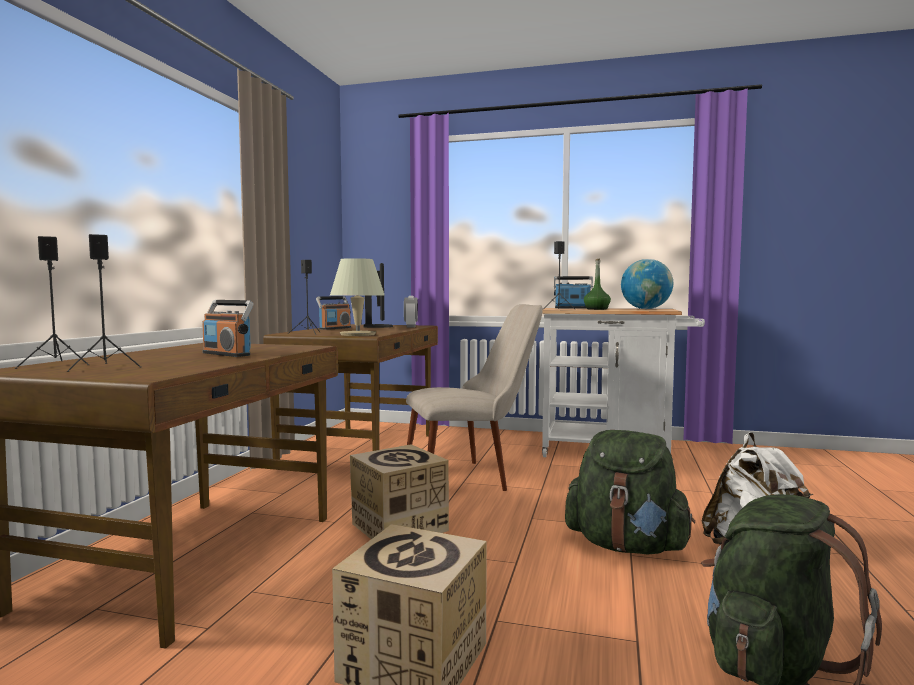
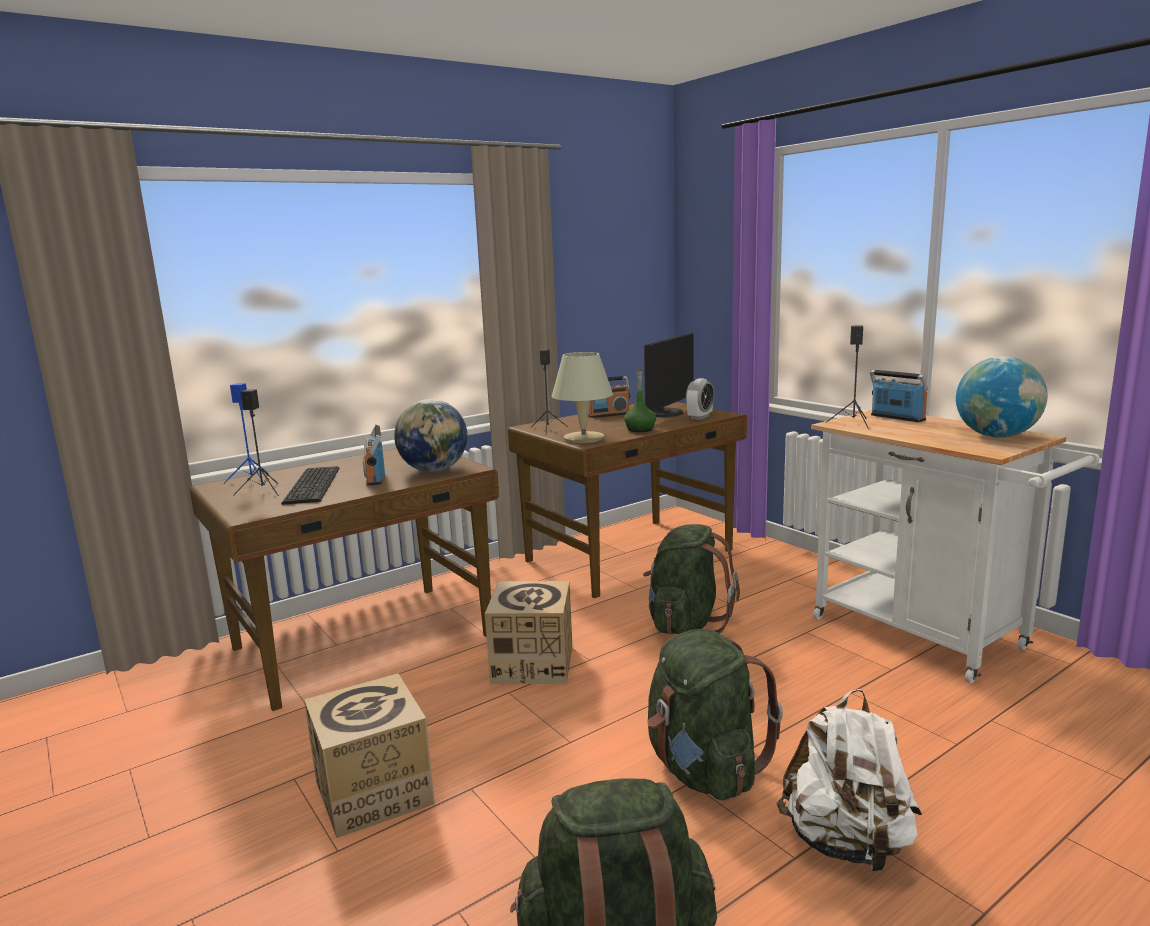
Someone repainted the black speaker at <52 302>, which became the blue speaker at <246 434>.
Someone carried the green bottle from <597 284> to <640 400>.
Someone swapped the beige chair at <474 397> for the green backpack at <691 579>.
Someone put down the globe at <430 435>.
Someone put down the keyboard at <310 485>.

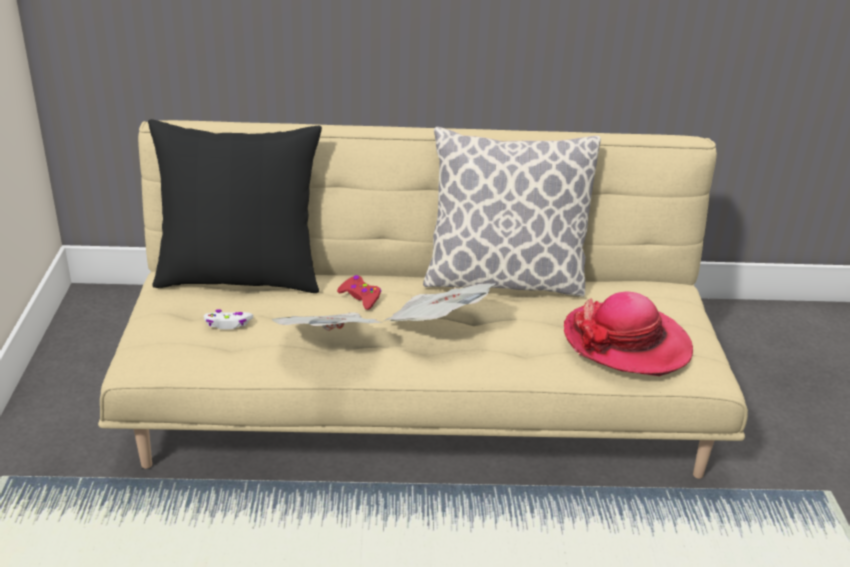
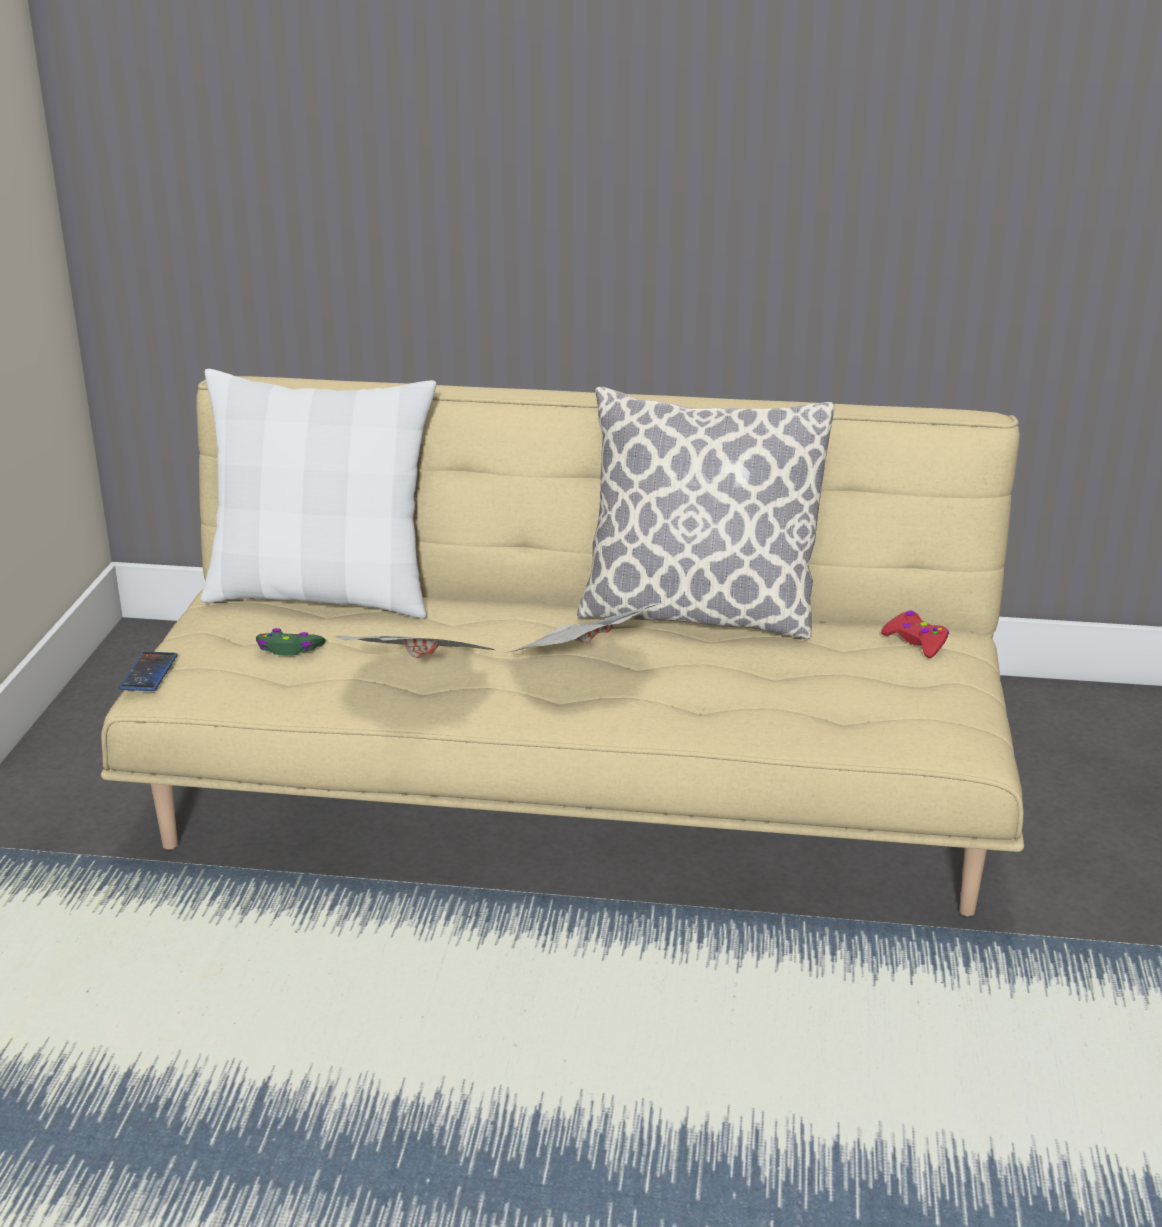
Someone repainted the black pillow at <235 206>, which became the white pillow at <318 494>.
Someone carried the red game controller from <359 292> to <915 634>.
Someone took away the hat at <628 334>.
Someone repainted the white game controller at <228 319>, which became the green game controller at <291 642>.
Someone put down the phone at <148 671>.

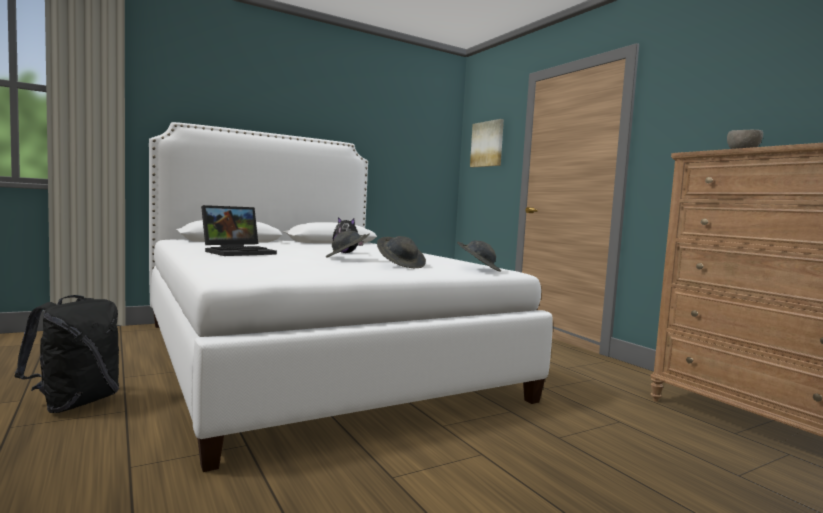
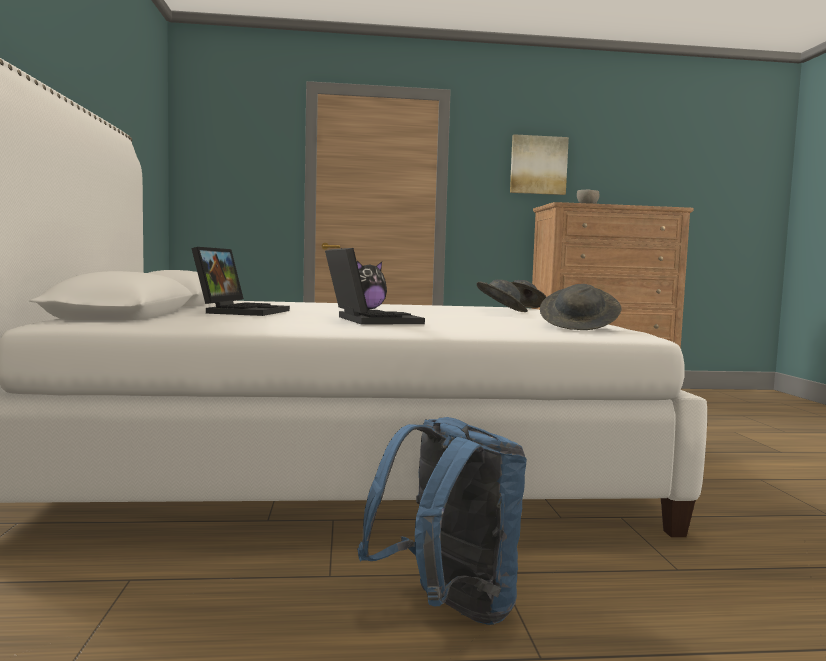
Someone carried the picture from <487 143> to <539 164>.
Someone carried the grey hat from <347 244> to <581 307>.
Someone repainted the black backpack at <67 354>, which became the blue backpack at <442 521>.
Someone put down the laptop at <240 281>.

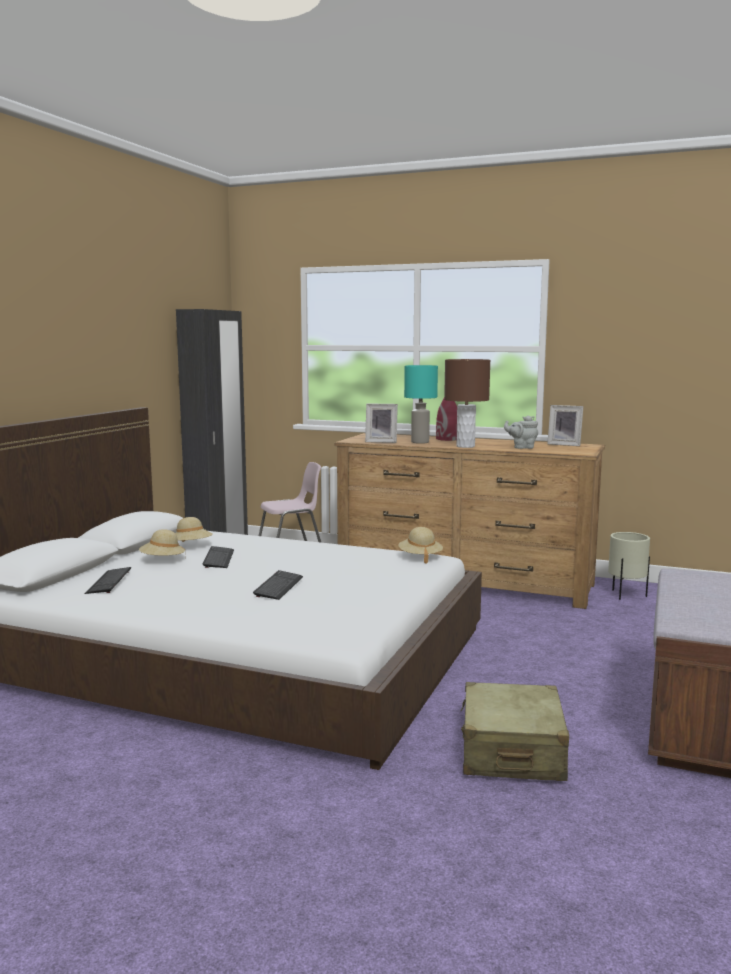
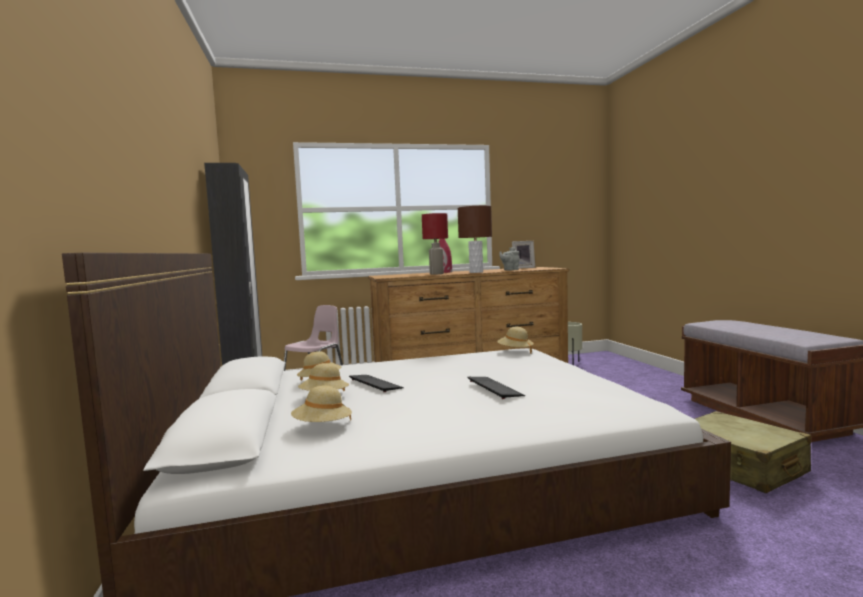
Someone repainted the turquoise table lamp at <421 404>, which became the red table lamp at <435 244>.
Someone took away the picture frame at <381 423>.
Someone swapped the keyboard at <107 580> for the beige hat at <321 403>.

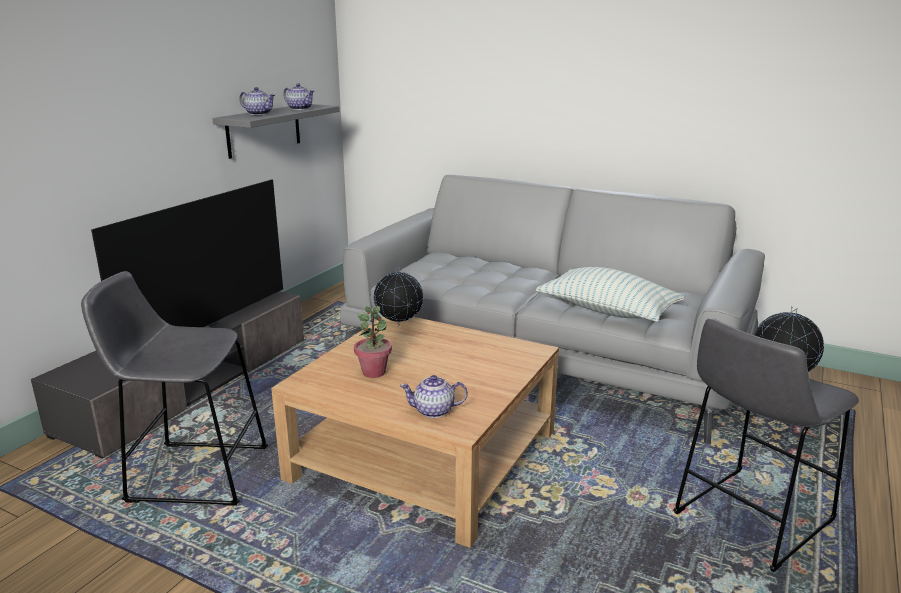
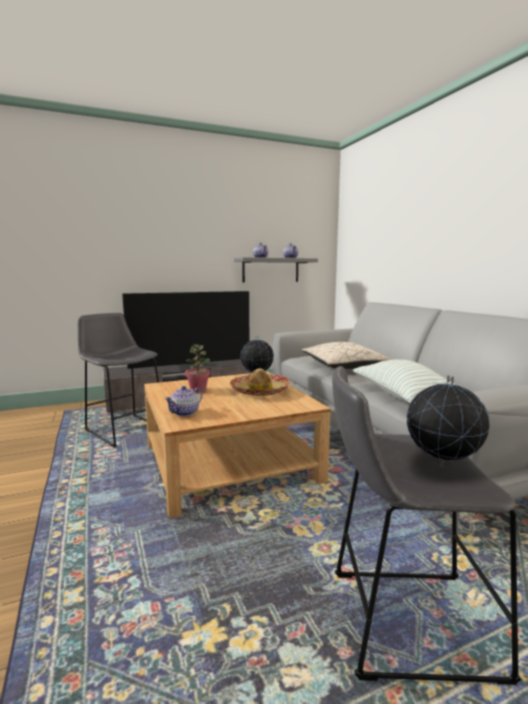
Someone rotated the teapot at <434 396> by 90 degrees counterclockwise.
Someone put down the beige pillow at <347 355>.
Someone put down the hat at <260 382>.

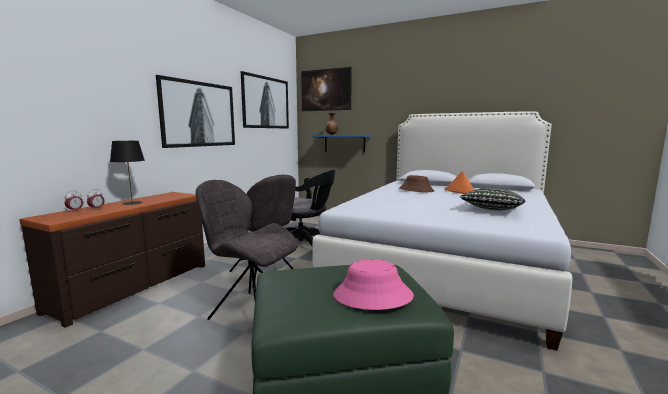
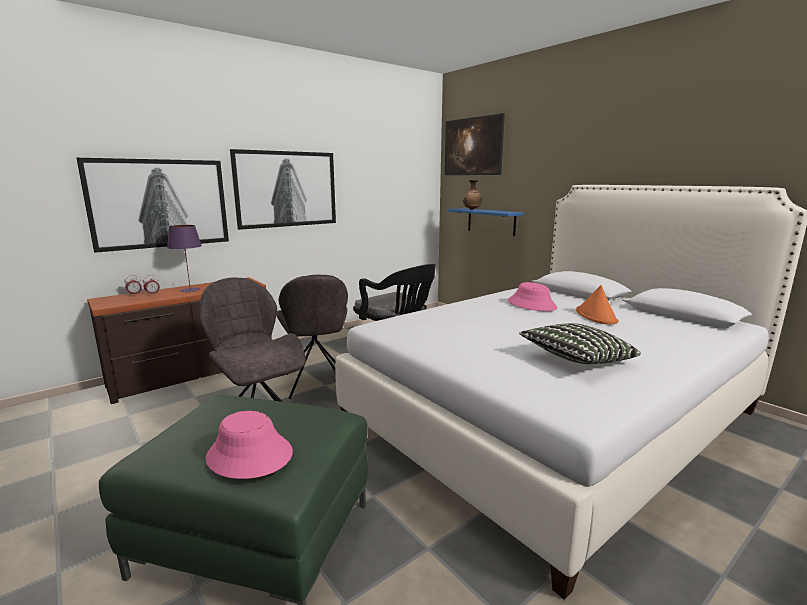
Someone carried the picture from <265 100> to <153 205>.
Someone repainted the black table lamp at <127 173>, which became the purple table lamp at <184 258>.
Someone repainted the brown hat at <416 183>, which became the pink hat at <532 296>.

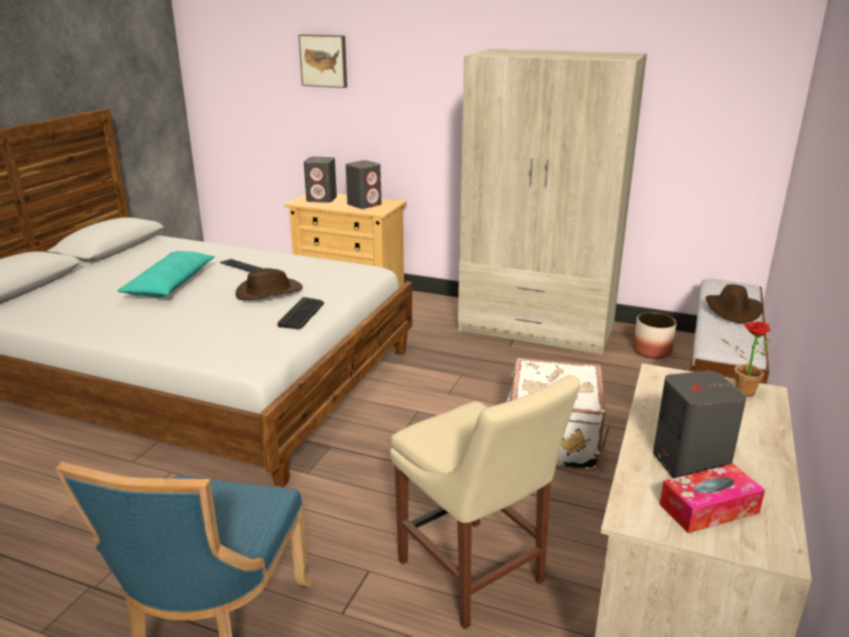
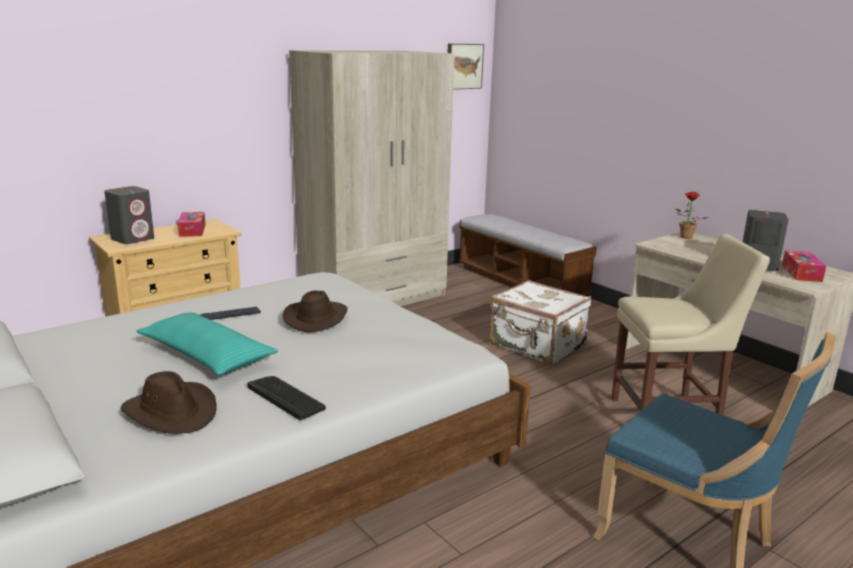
Someone carried the picture from <323 61> to <466 67>.
Someone swapped the grey speaker at <363 184> for the tissue box at <191 224>.
Someone carried the brown hat from <734 303> to <168 402>.
Someone carried the keyboard from <300 313> to <286 398>.
Someone took away the planter at <655 335>.

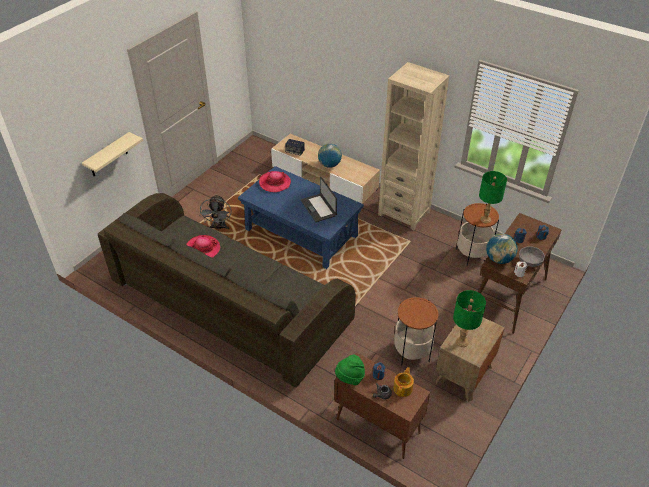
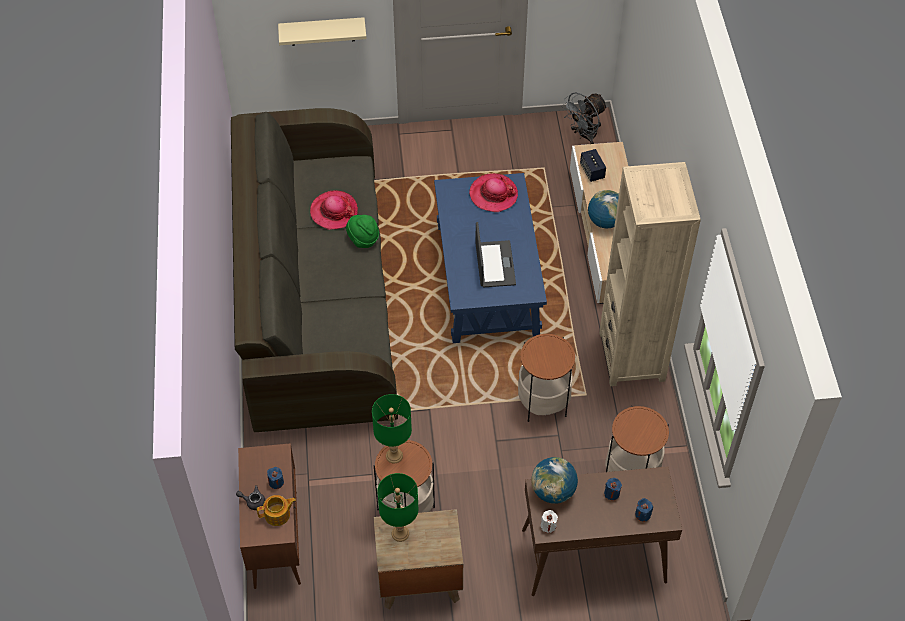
Someone carried the green table lamp from <493 197> to <392 428>.
Someone rotated the laptop at <319 199> by 150 degrees clockwise.
Someone carried the grey fan from <216 212> to <584 118>.
Someone took away the grey bowl at <532 256>.
Someone carried the green hat from <350 370> to <362 231>.
Someone put down the side table at <546 378>.

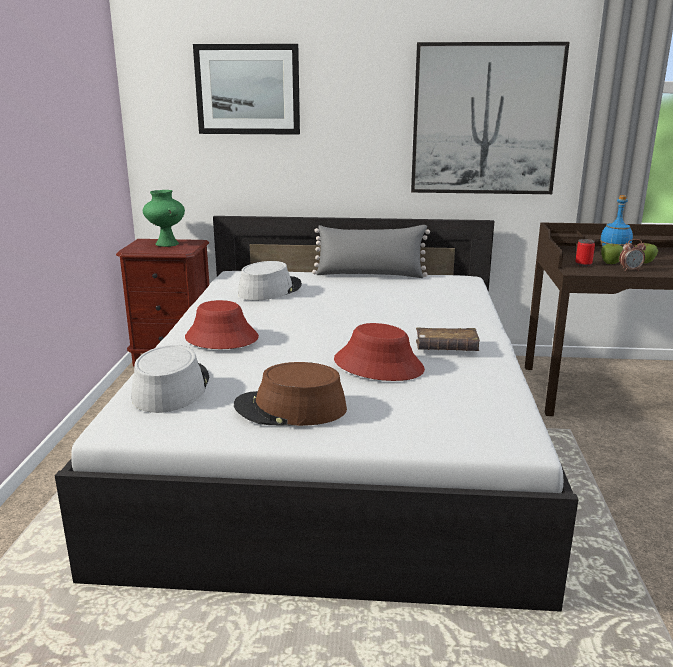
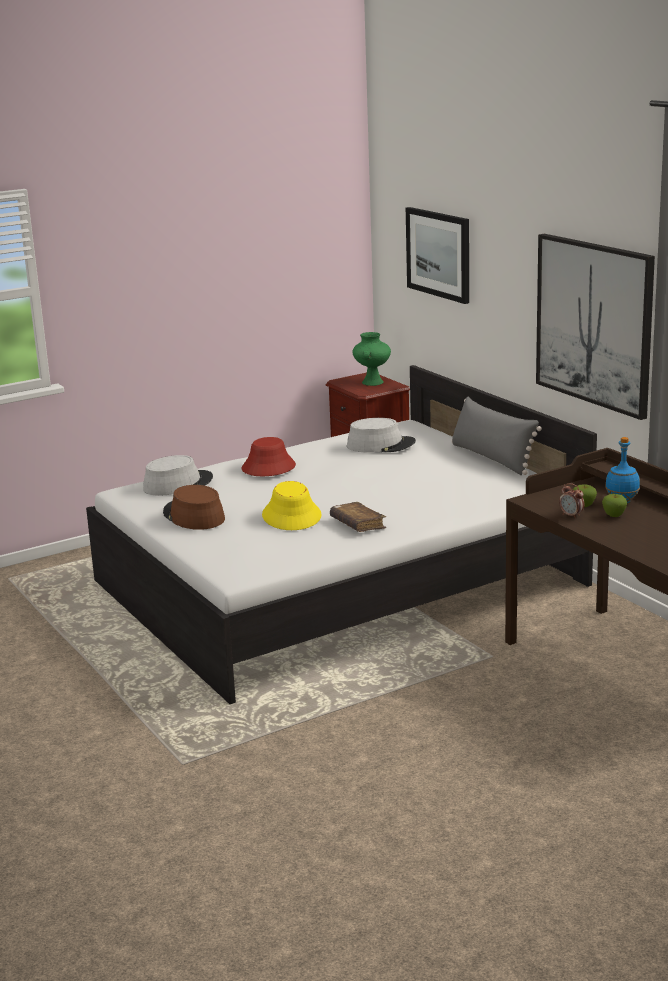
Someone took away the can at <585 252>.
Someone repainted the red hat at <379 352>, which became the yellow hat at <292 505>.

